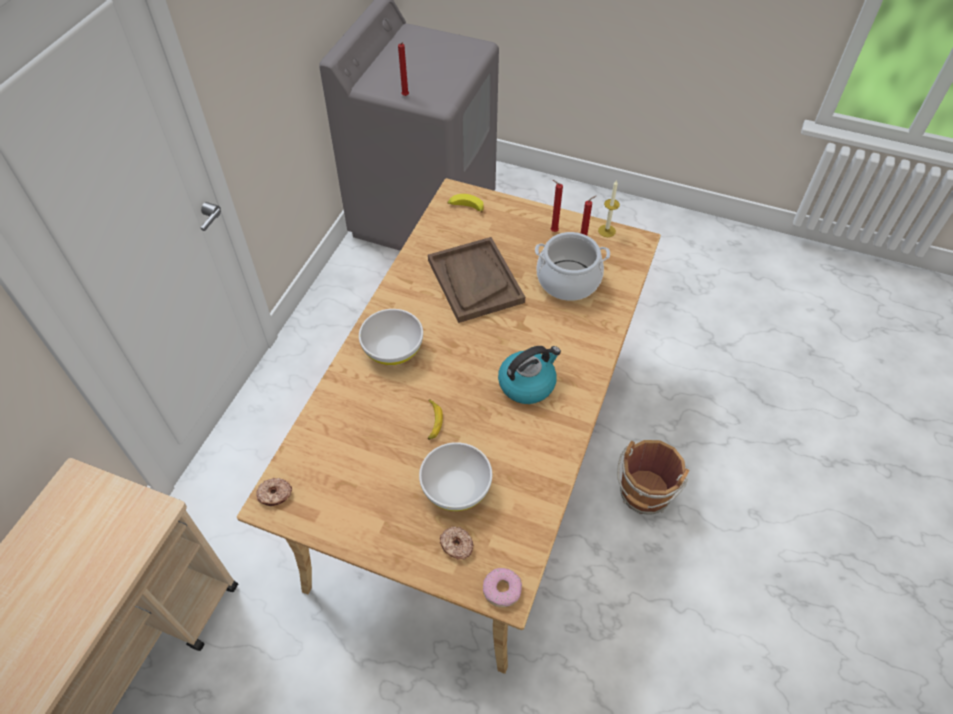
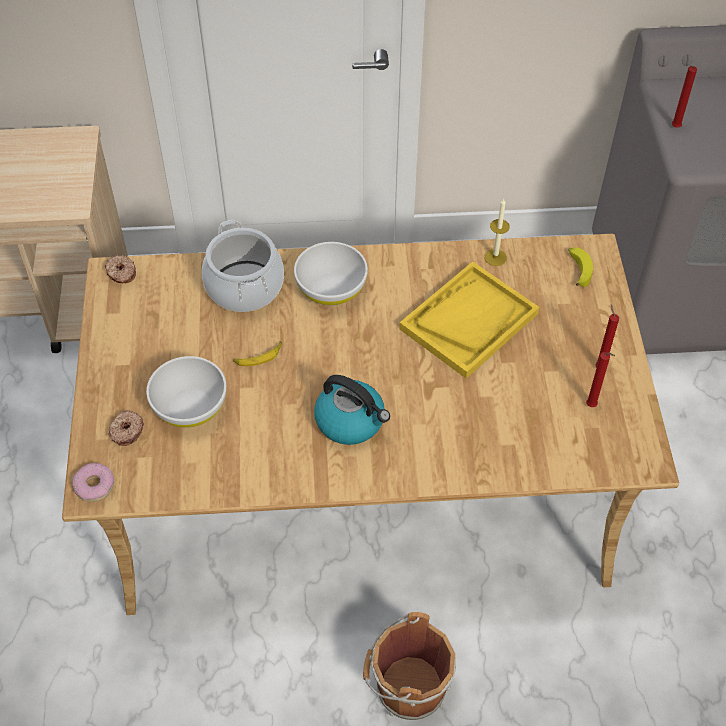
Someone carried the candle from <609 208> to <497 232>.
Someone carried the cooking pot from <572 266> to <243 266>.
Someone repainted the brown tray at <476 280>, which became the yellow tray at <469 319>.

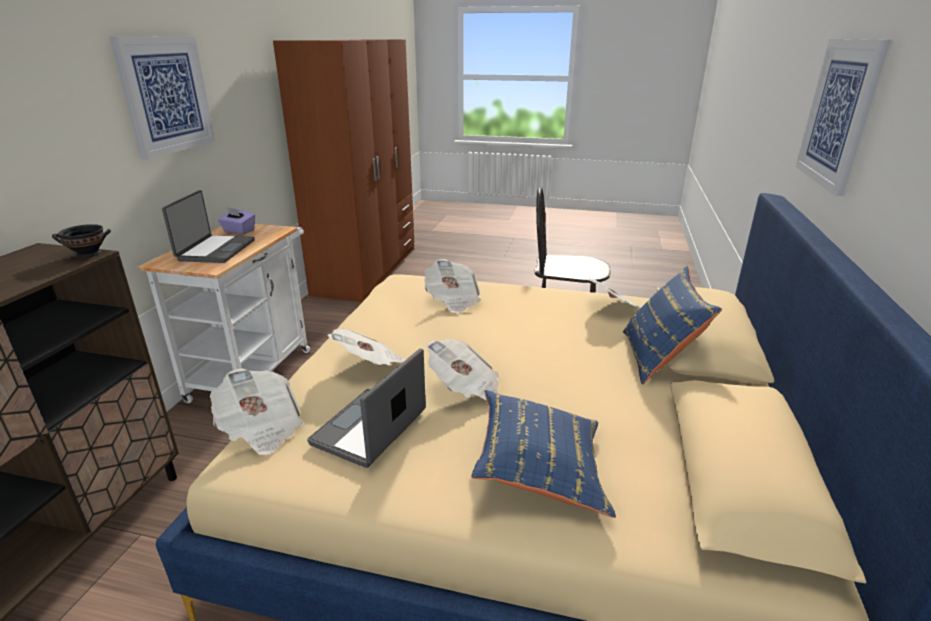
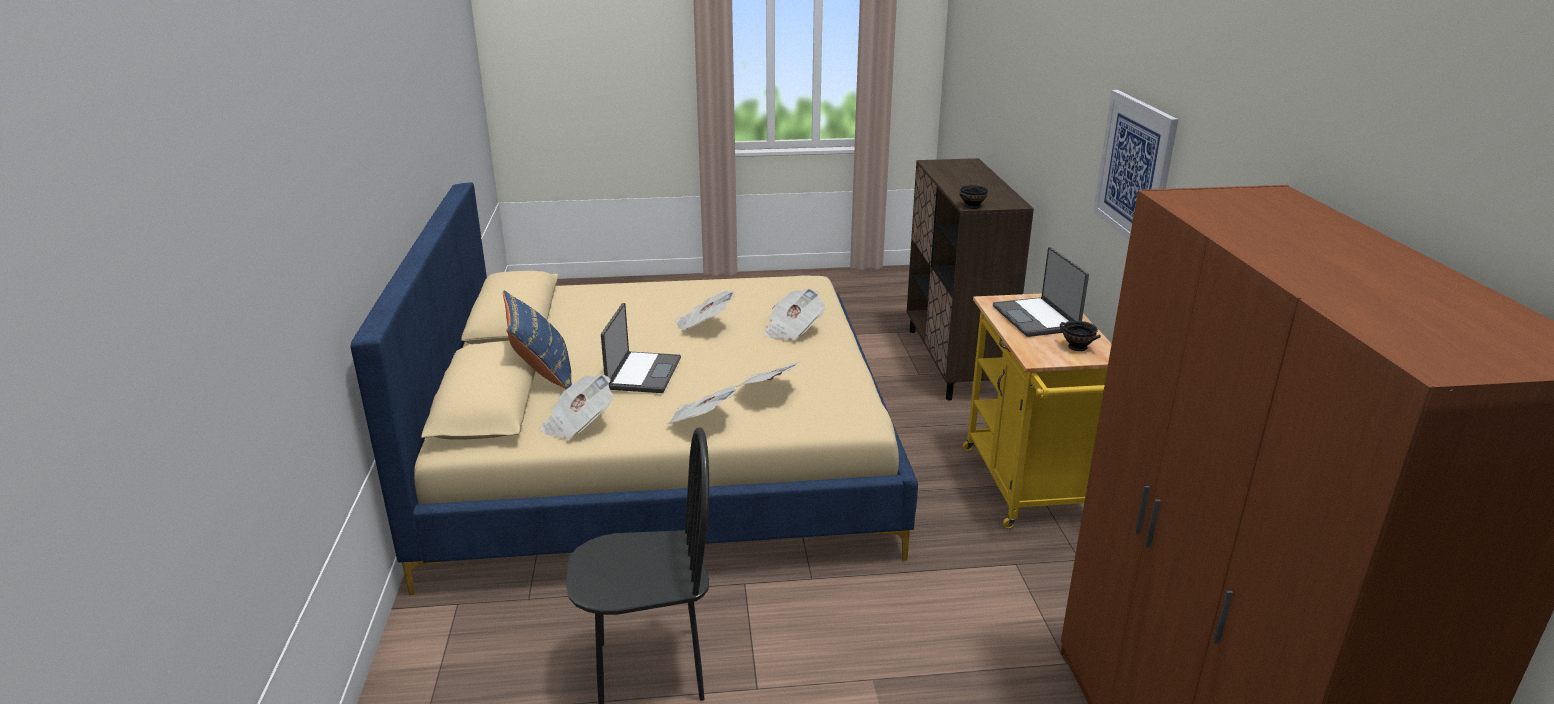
Someone took away the picture at <843 117>.
Someone swapped the purple tissue box at <236 220> for the black bowl at <1080 336>.
Someone repainted the white cart at <223 313>, which became the yellow cart at <1037 411>.
Someone carried the laptop from <366 408> to <641 348>.
Someone carried the newspaper from <256 411> to <702 404>.
Someone took away the blue pillow at <543 454>.

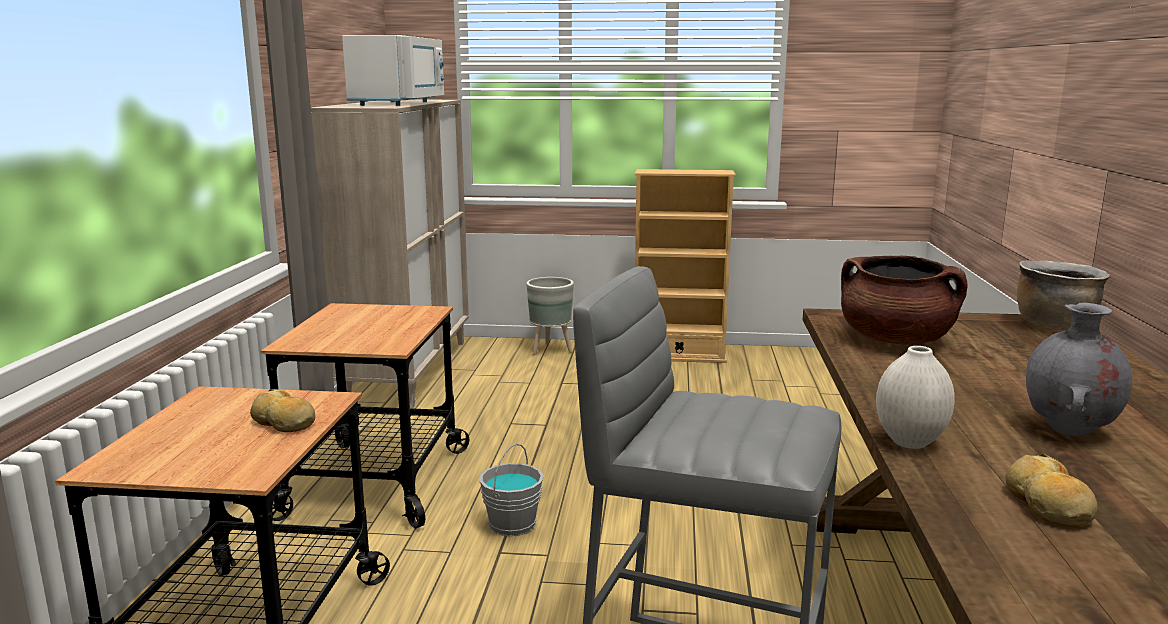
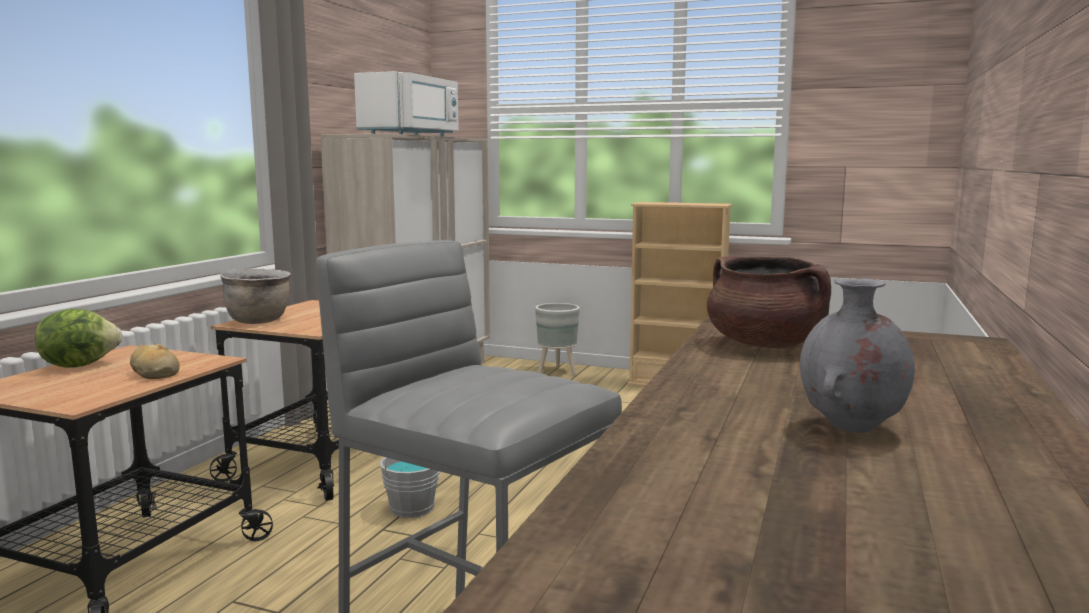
Someone carried the brown cooking pot from <1063 295> to <255 296>.
Someone took away the white vase at <915 397>.
Someone took away the bread at <1051 490>.
Someone put down the lettuce at <79 338>.

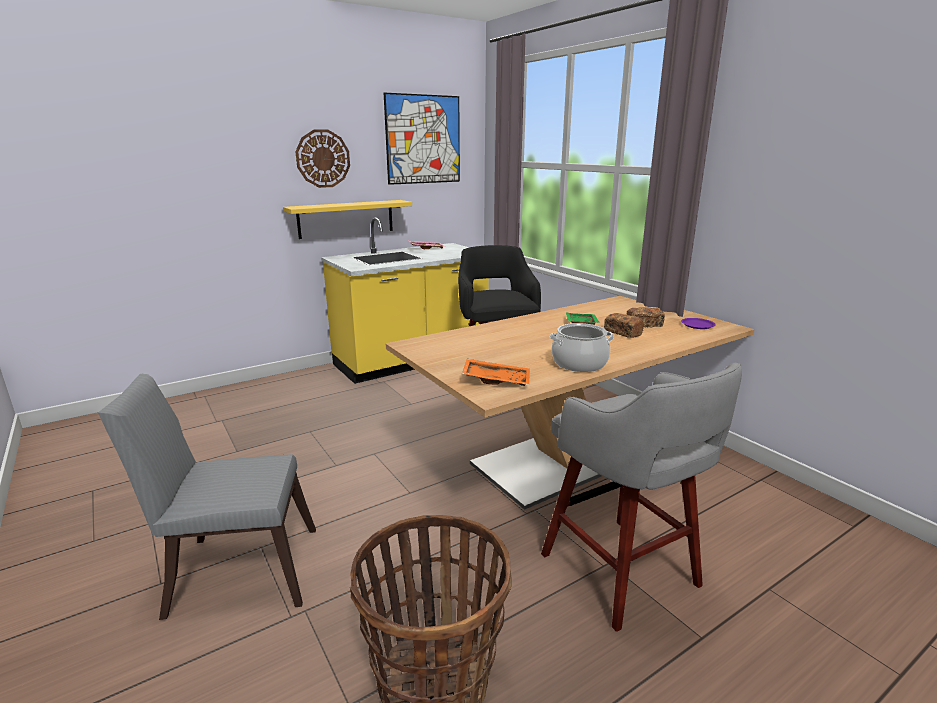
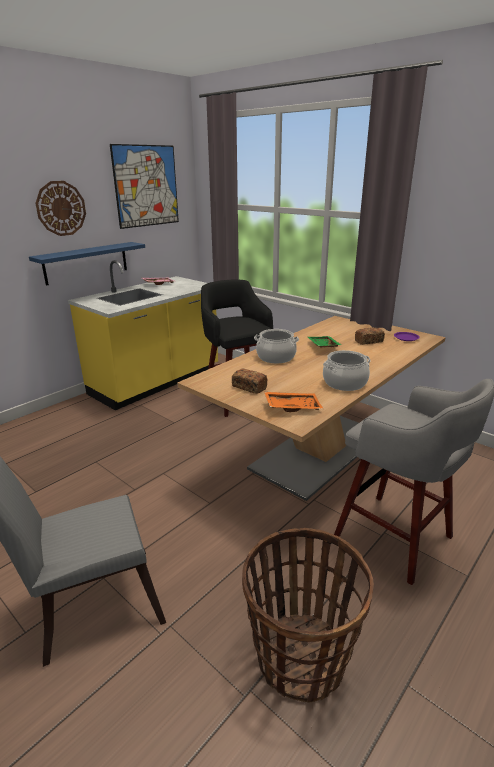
Someone repainted the yellow shelf at <347 219>, which became the blue shelf at <87 264>.
Someone carried the bread from <624 325> to <250 381>.
Someone put down the cooking pot at <276 346>.

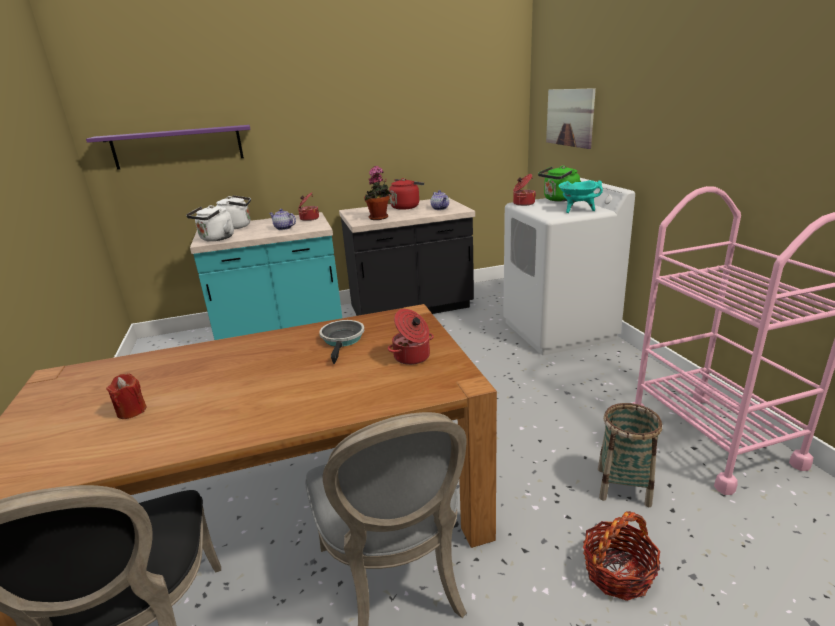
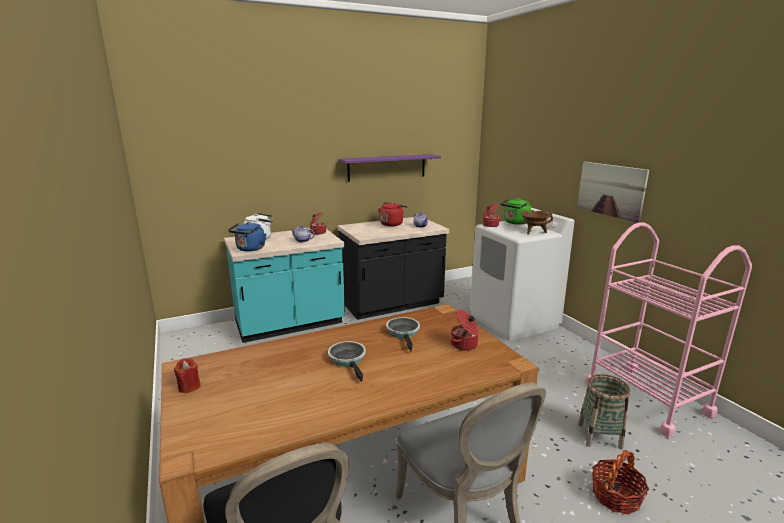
Someone carried the picture from <571 118> to <613 192>.
Someone carried the purple shelf from <168 147> to <390 168>.
Someone took away the potted plant at <378 193>.
Someone repainted the turquoise cooking pot at <581 196>, which became the brown cooking pot at <537 222>.
Someone repainted the white kettle at <210 223>, which became the blue kettle at <247 236>.
Someone carried the red candle from <126 396> to <187 375>.
Someone put down the frying pan at <347 361>.

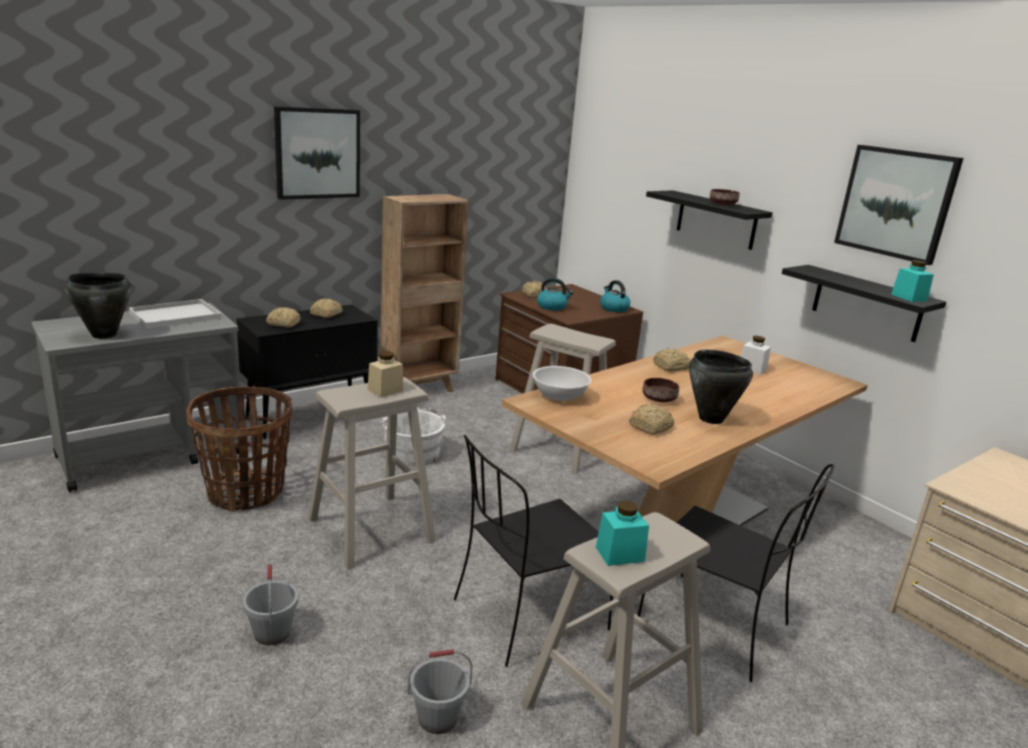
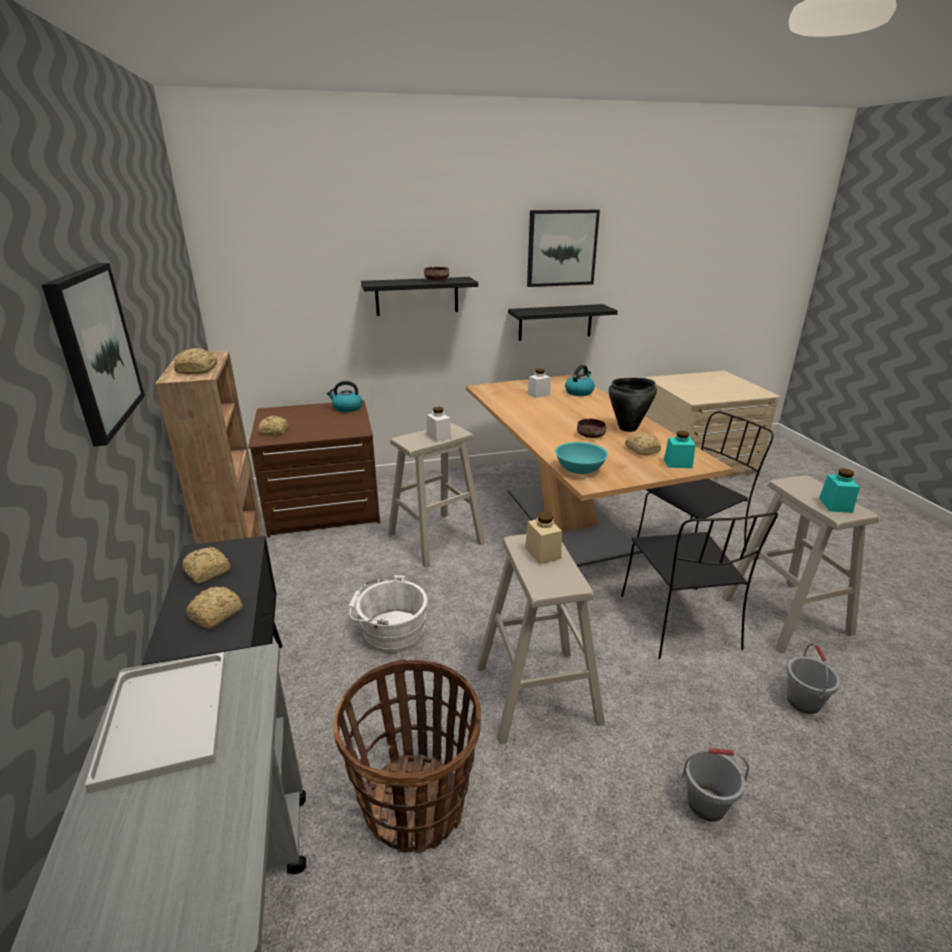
Someone carried the turquoise jar from <912 281> to <680 449>.
Someone took away the black cooking pot at <98 306>.
Someone carried the kettle from <555 294> to <580 380>.
Someone carried the bread from <671 359> to <195 361>.
Someone repainted the white bowl at <562 383>, which became the turquoise bowl at <581 458>.
Someone put down the white jar at <439 424>.

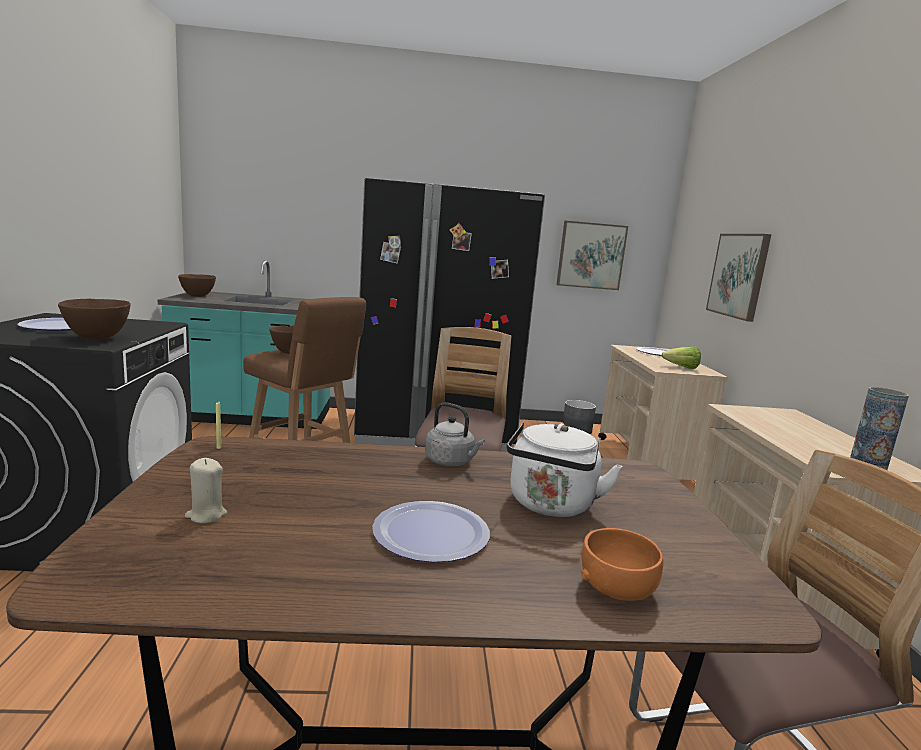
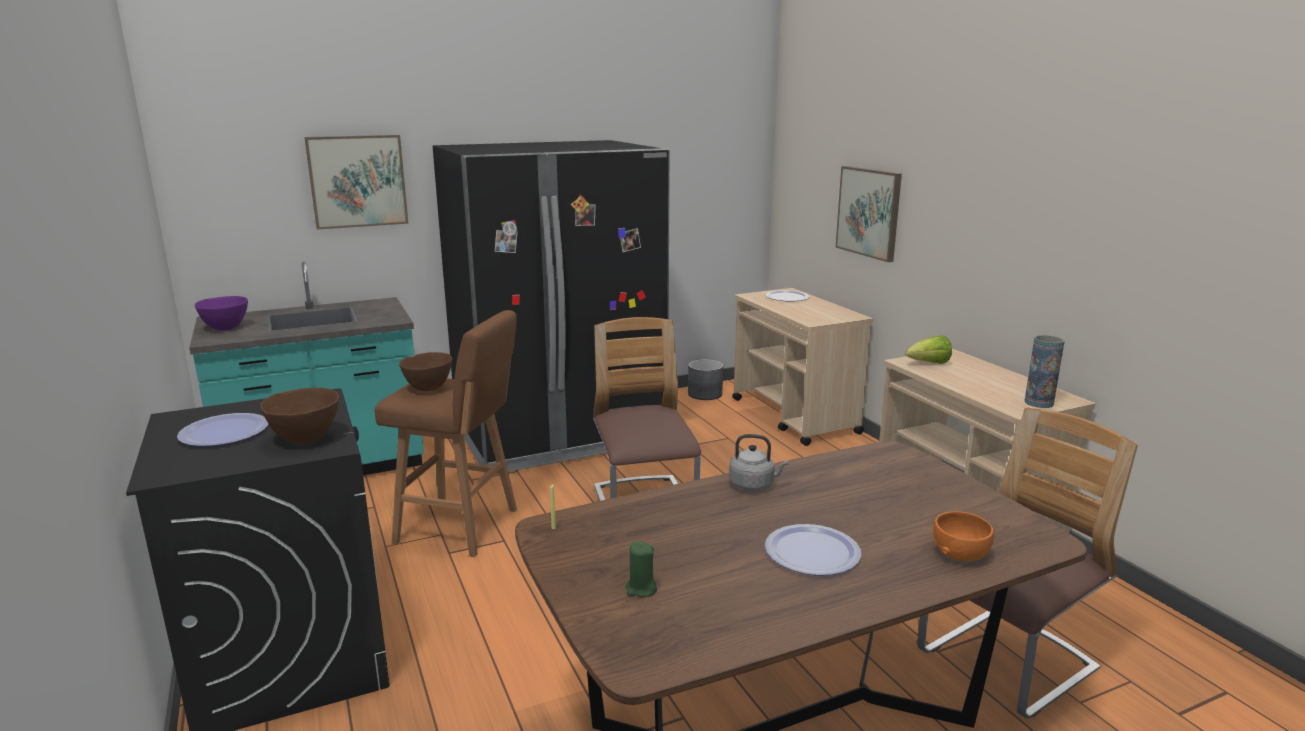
Someone carried the picture from <592 255> to <356 182>.
Someone repainted the brown bowl at <197 285>, which became the purple bowl at <221 313>.
Someone carried the lettuce from <681 357> to <928 349>.
Someone took away the white kettle at <564 469>.
Someone repainted the beige candle at <206 490>, which became the green candle at <641 569>.

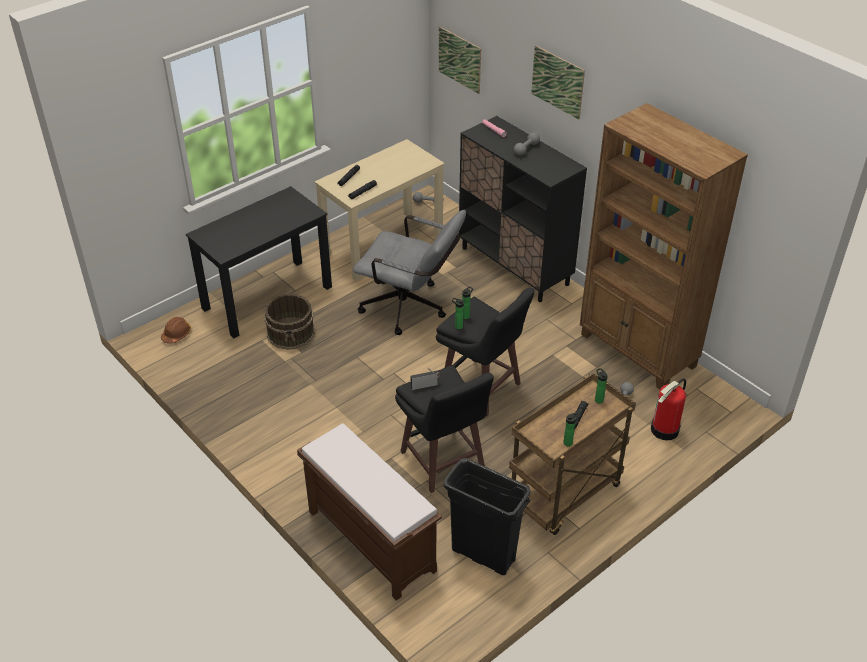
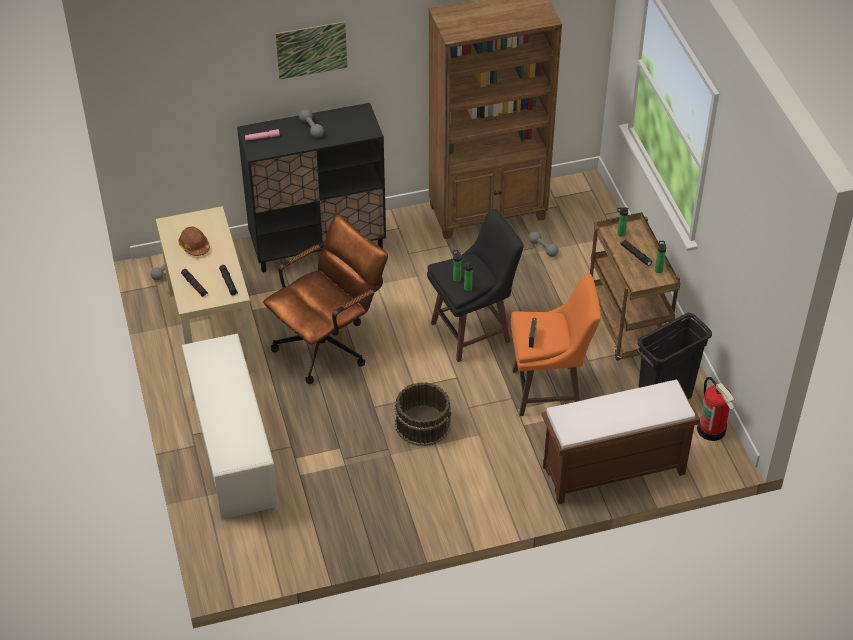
Someone took away the picture at <460 60>.
Someone swapped the black desk at <259 262> for the white shoe rack at <230 426>.
Someone repainted the grey office chair at <409 272>, which became the brown office chair at <325 299>.
Someone carried the brown bucket from <290 322> to <423 414>.
Someone carried the brown hard hat from <176 330> to <194 241>.
Someone repainted the black stool at <444 429>, which became the orange stool at <556 345>.
Someone carried the fire extinguisher from <668 409> to <716 409>.

